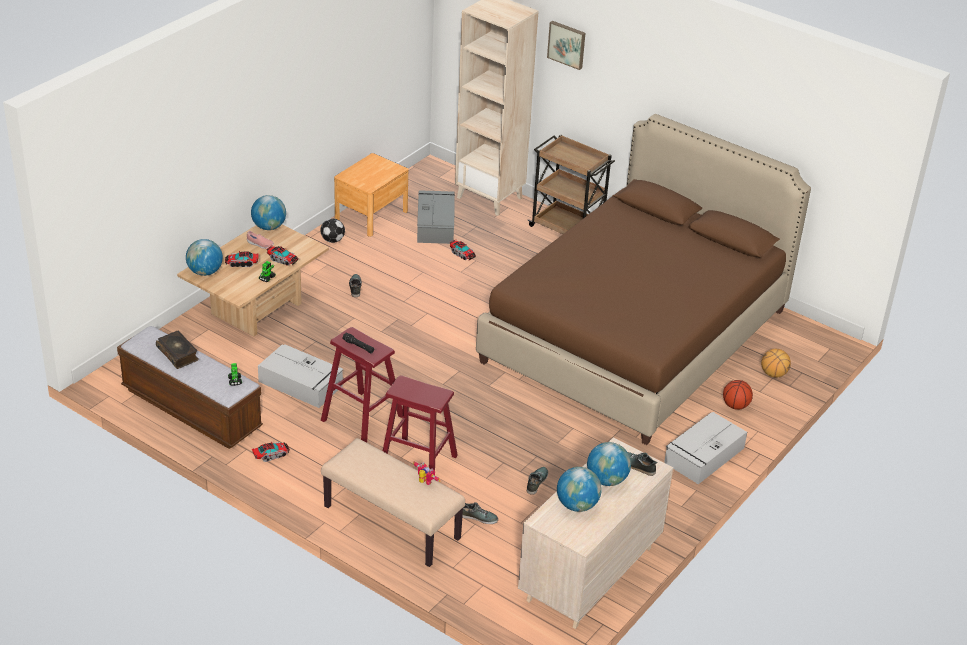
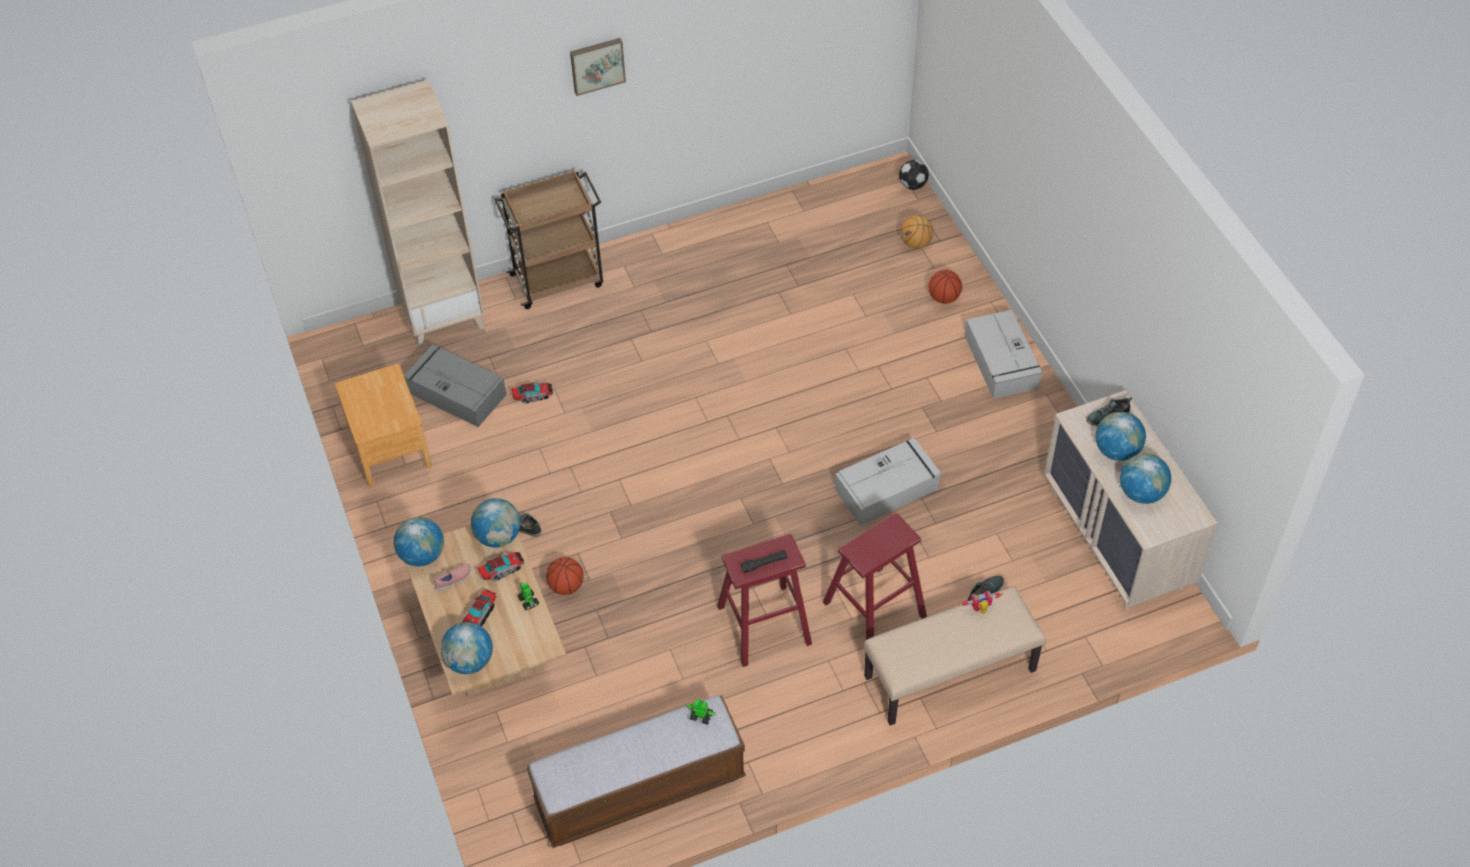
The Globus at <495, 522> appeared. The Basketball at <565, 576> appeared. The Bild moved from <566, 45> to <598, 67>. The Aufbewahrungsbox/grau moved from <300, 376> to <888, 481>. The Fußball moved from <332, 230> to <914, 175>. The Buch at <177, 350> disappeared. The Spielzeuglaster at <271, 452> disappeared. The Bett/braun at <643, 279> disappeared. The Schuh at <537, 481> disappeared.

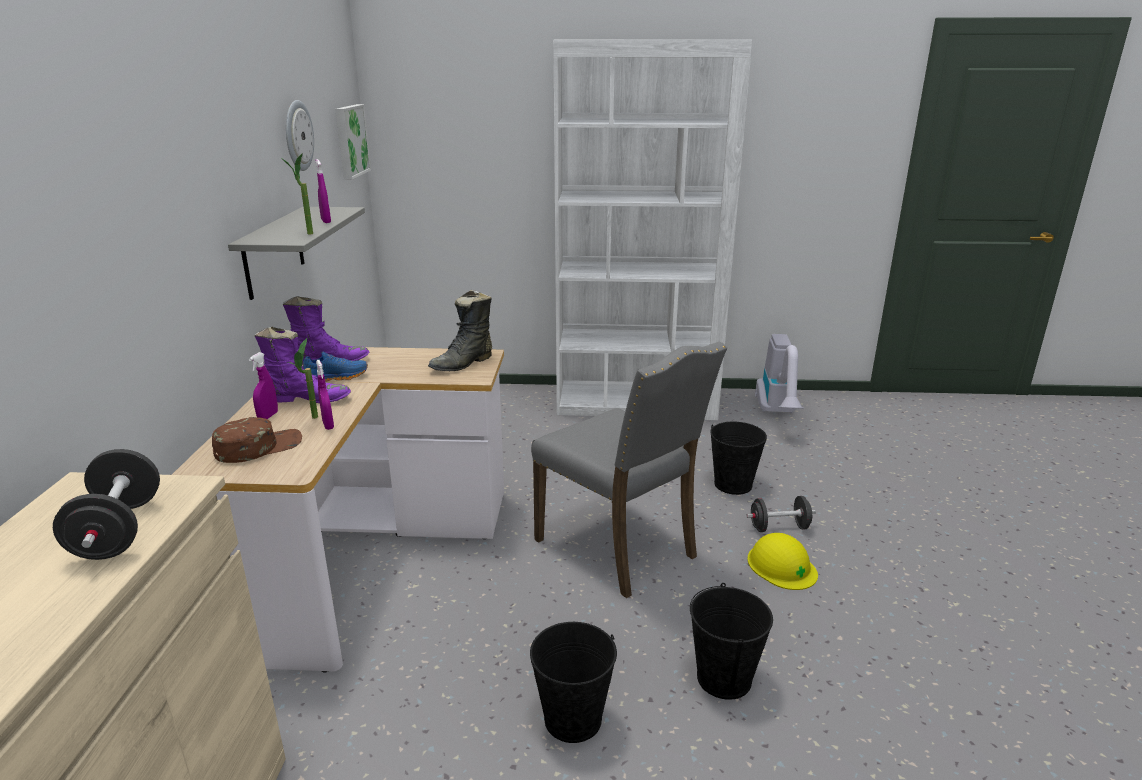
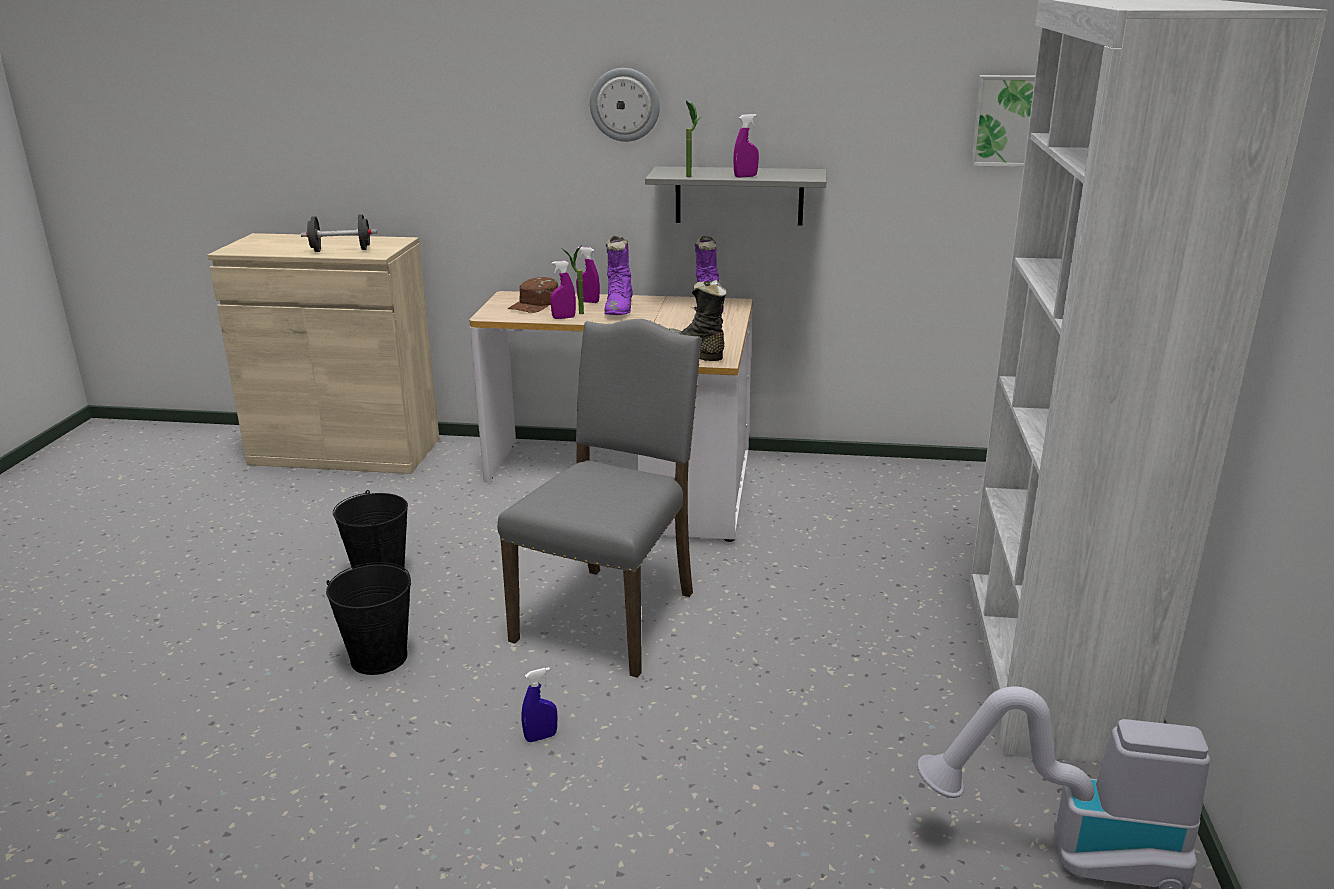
The Stuhl/grau at <629, 470> turned 150 degrees clockwise. The Kappe/braun at <257, 440> turned 60 degrees clockwise. The Schutzhelm/gelb at <782, 561> was replaced by the Sprühflasche/blau at <539, 704>. The Wanduhr moved from <300, 135> to <625, 105>. The Schuh/blau at <335, 366> disappeared. The Eimer/schwarz at <738, 458> disappeared. The Hantel/schwarz at <781, 514> disappeared.

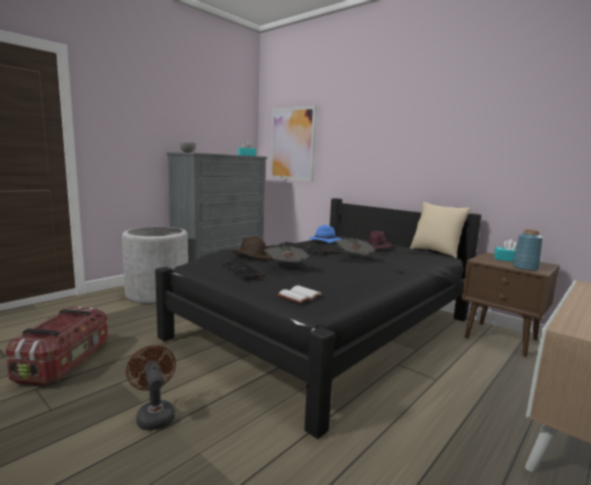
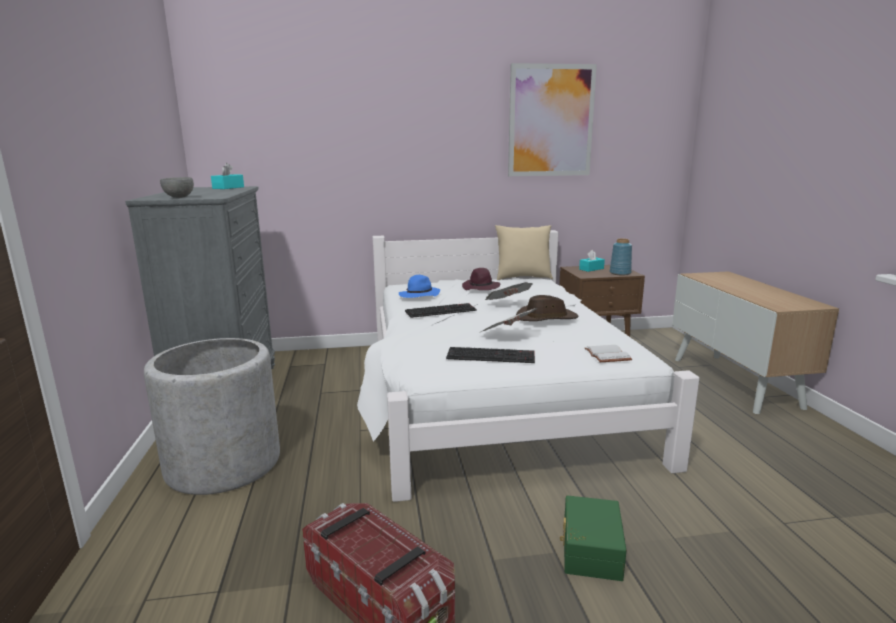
The Bett/schwarz at <318, 318> became the Bett/weiß at <528, 366>. The Bild moved from <293, 143> to <552, 119>. The Hut/braun moved from <251, 248> to <547, 308>. The Ventilator/braun at <151, 388> was replaced by the Aufbewahrungsbox/grün at <593, 538>.

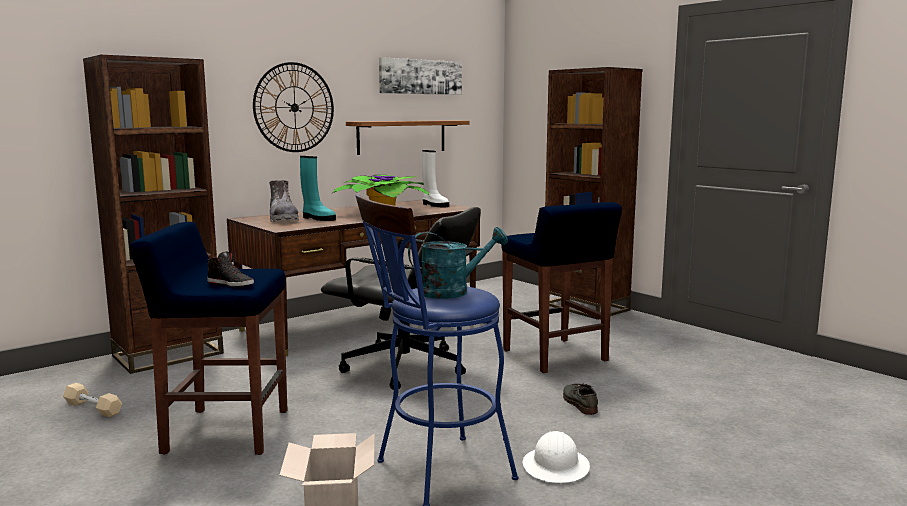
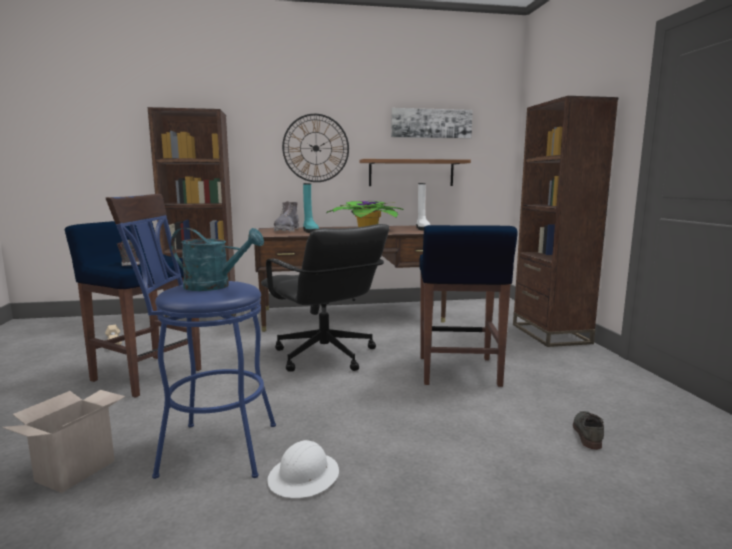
The Schuh/grau moved from <580, 399> to <588, 430>.

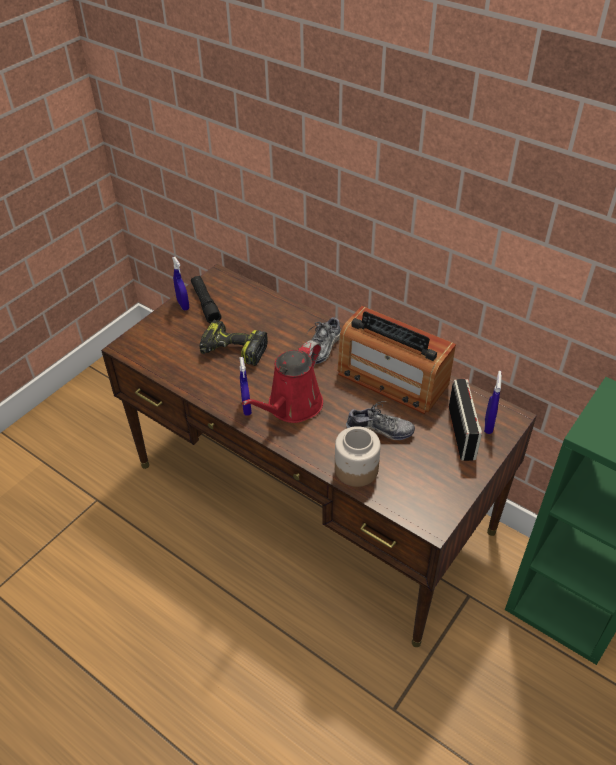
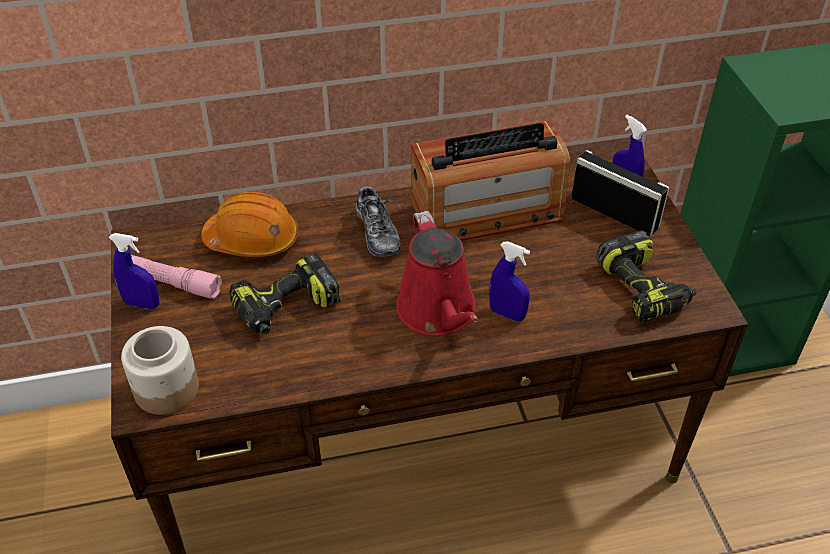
The Vorratsglas moved from <358, 456> to <160, 370>. The Taschenlampe/schwarz at <206, 300> became the Taschenlampe/rosa at <176, 277>. The Schutzhelm/orange at <249, 224> appeared. The Sprühflasche/blau moved from <246, 386> to <509, 281>. The Bohrmaschine at <646, 276> appeared. The Schuh at <380, 420> disappeared.

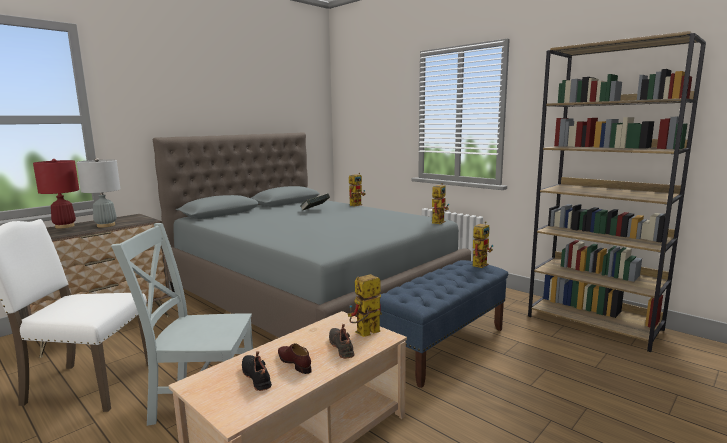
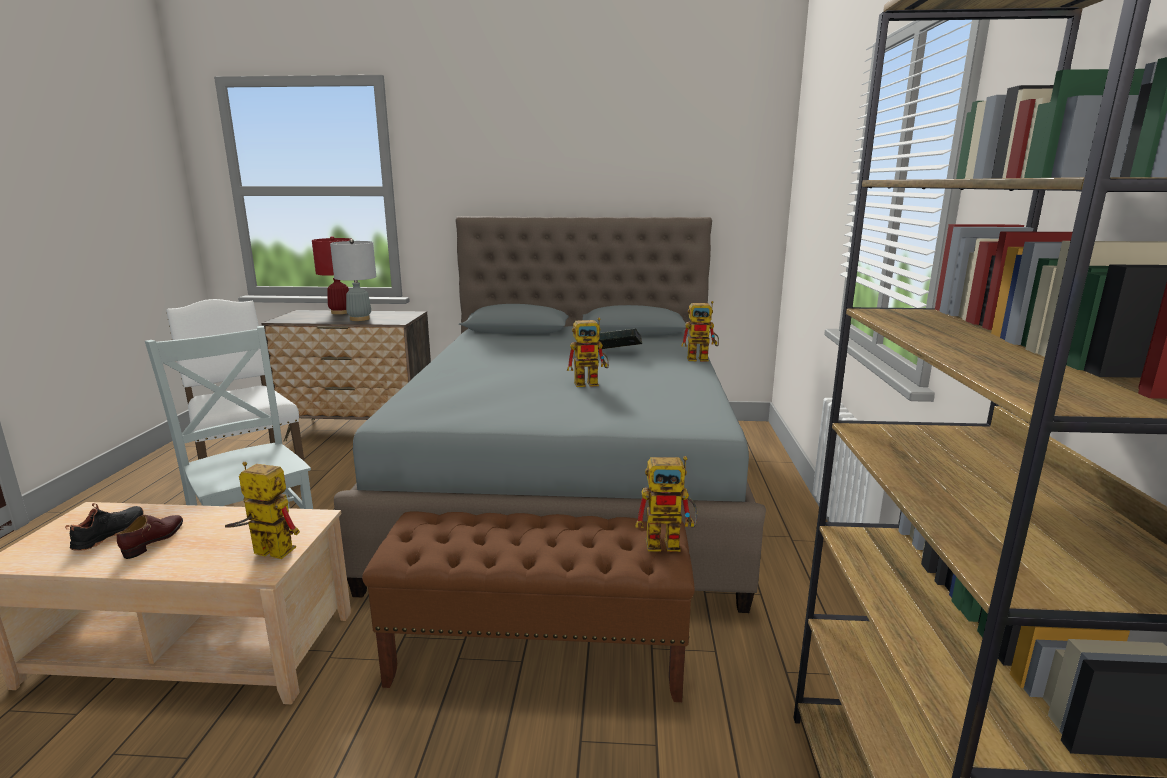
The Bank/blau at <444, 324> became the Bank/braun at <528, 606>. The Spielzeugroboter moved from <440, 203> to <588, 352>. The Schuh/schwarz at <341, 341> disappeared.

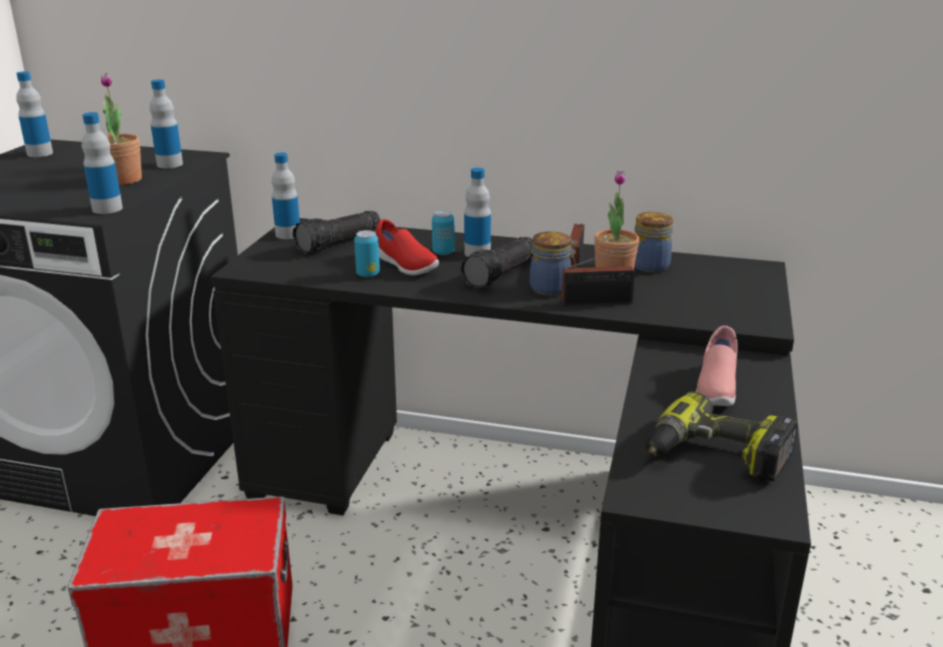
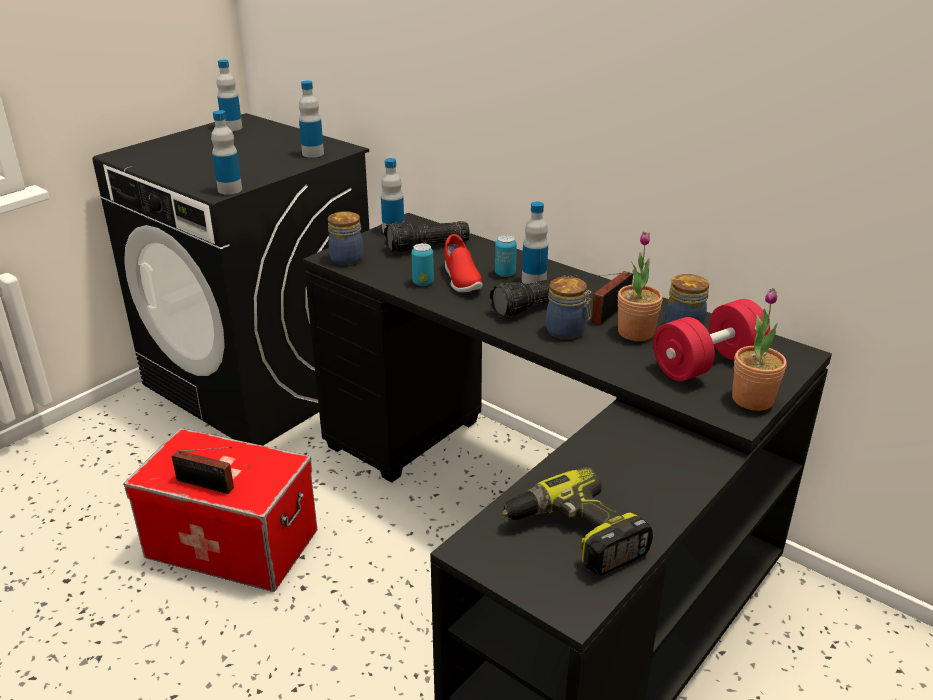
The Radio moved from <603, 273> to <203, 470>. The Vorratsglas at <346, 238> appeared. The Hantel/rot at <712, 340> appeared. The Topfpflanze moved from <121, 129> to <759, 349>. The Schuh/rosa at <717, 366> disappeared.

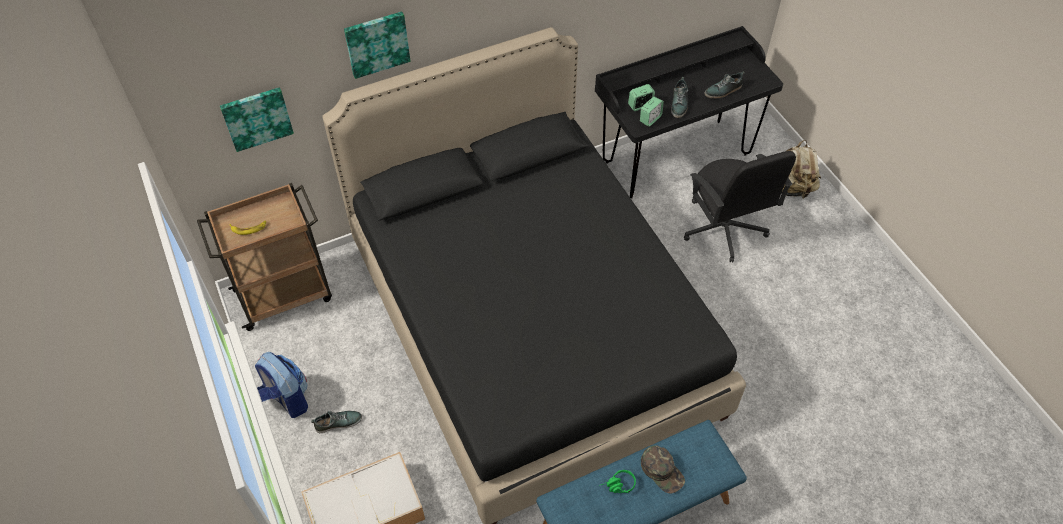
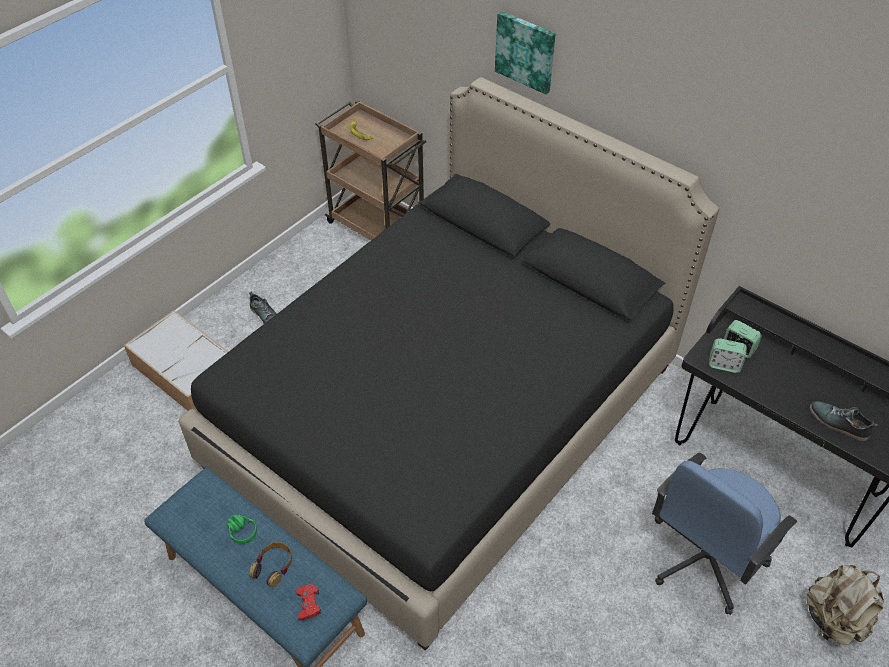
The Kappe/grün at <663, 469> was replaced by the Kopfhörer at <270, 564>. The Gamepad/rot at <308, 602> appeared. The Bürostuhl/schwarz at <740, 207> became the Bürostuhl/blau at <724, 534>. The Bild at <257, 119> disappeared. The Rucksack at <281, 385> disappeared. The Schuh at <679, 97> disappeared.

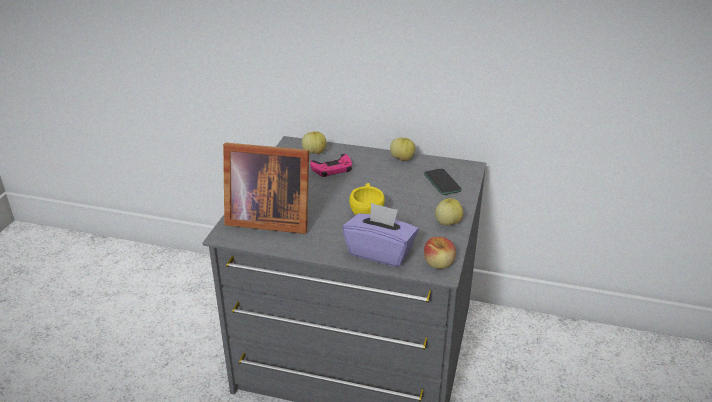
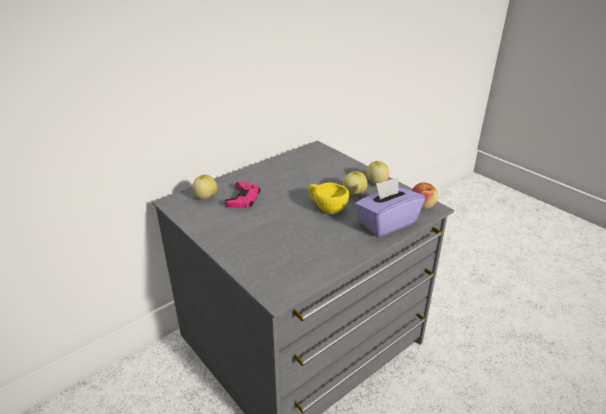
The Apfel moved from <402, 149> to <355, 183>. The Bilderrahmen at <266, 188> disappeared. The Handy at <443, 181> disappeared.

